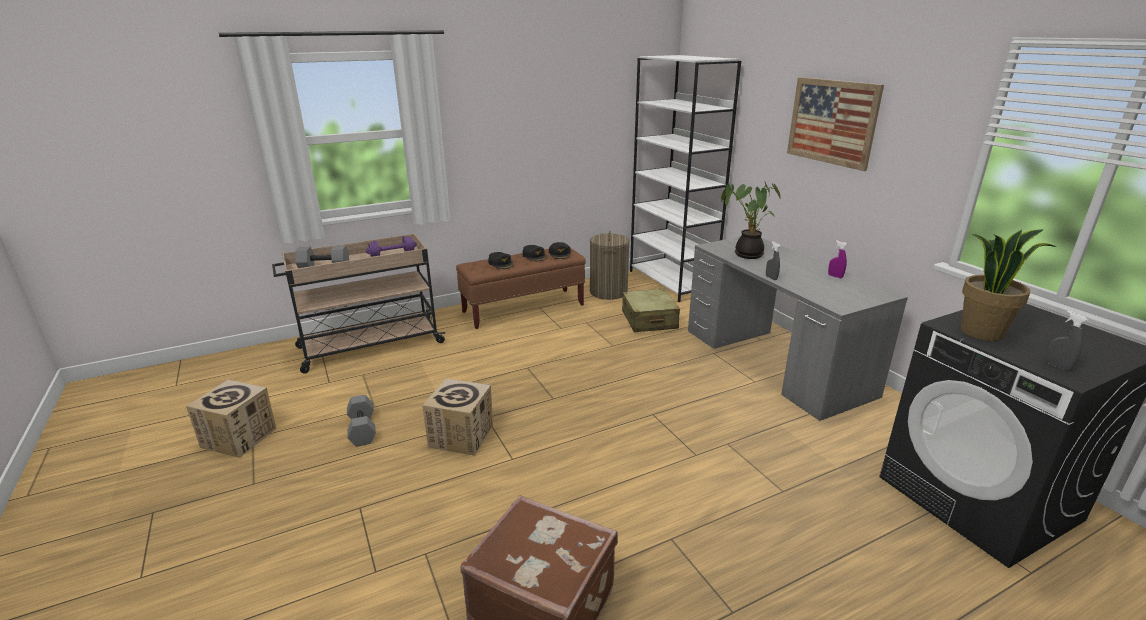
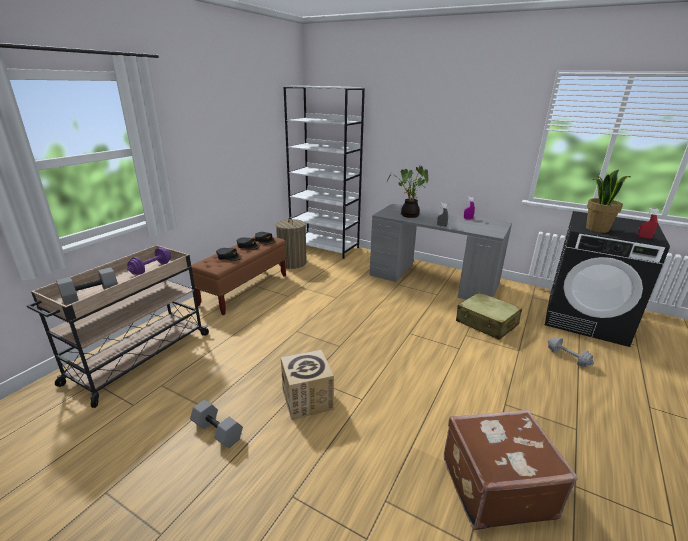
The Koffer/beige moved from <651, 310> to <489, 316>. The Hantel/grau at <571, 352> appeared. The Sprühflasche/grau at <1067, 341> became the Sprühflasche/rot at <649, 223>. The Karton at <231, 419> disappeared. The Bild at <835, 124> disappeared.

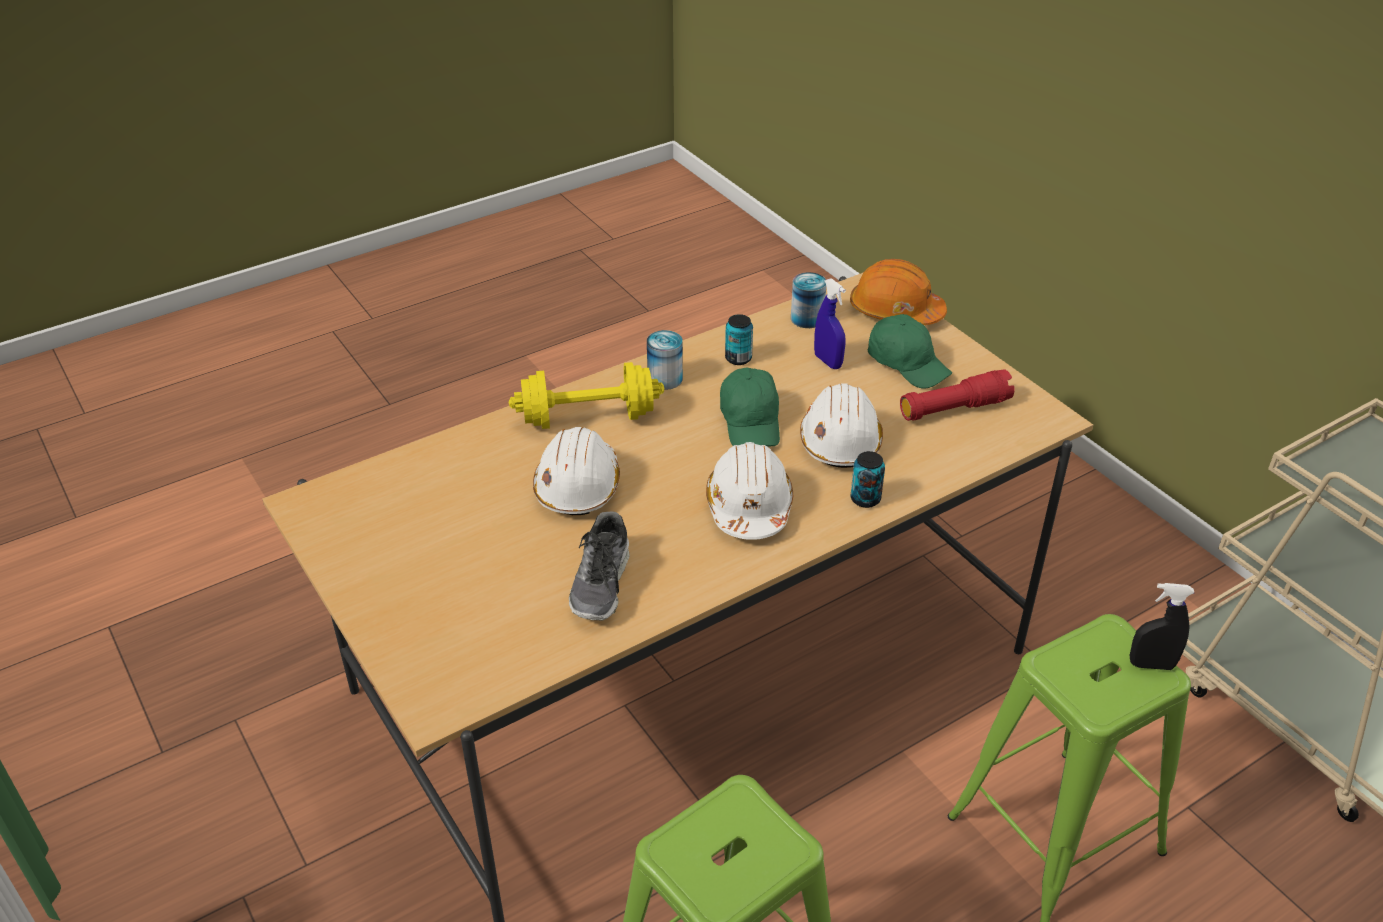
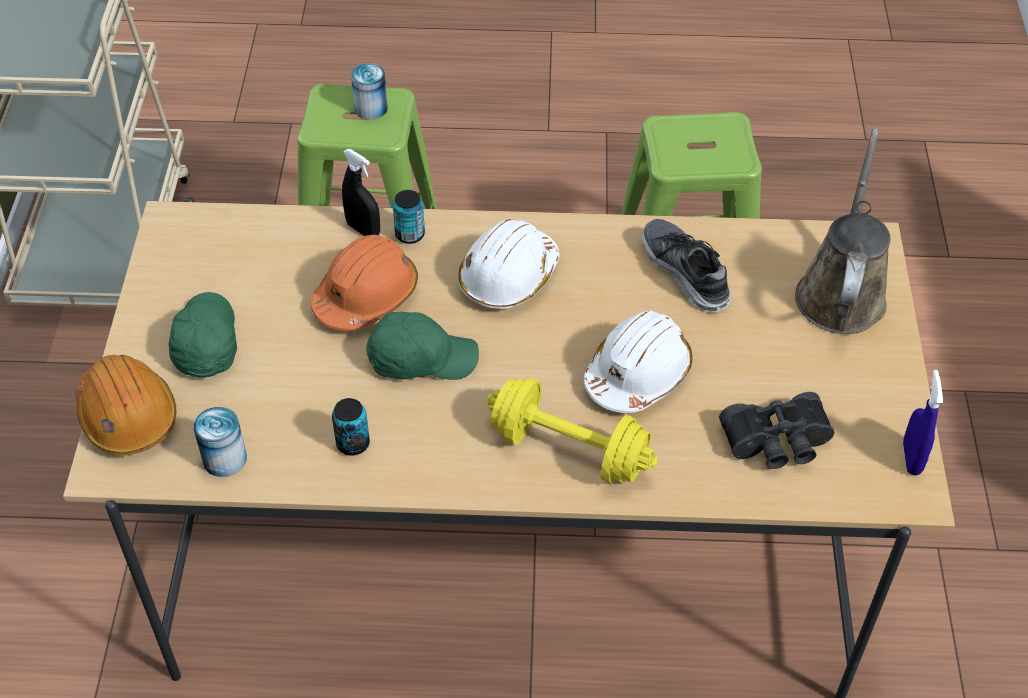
The Schutzhelm/weiß at <841, 425> became the Schutzhelm/orange at <364, 283>. The Sprühflasche/schwarz moved from <1162, 626> to <361, 192>. The Dose moved from <665, 360> to <369, 91>. The Kappe/grün at <750, 407> turned 60 degrees clockwise. The Schuh at <599, 565> turned 75 degrees counterclockwise. The Fernglas/schwarz at <776, 430> appeared. The Gießkanne/braun at <842, 231> appeared. The Sprühflasche/blau moved from <830, 323> to <923, 423>. The Taschenlampe/rot at <957, 395> disappeared.

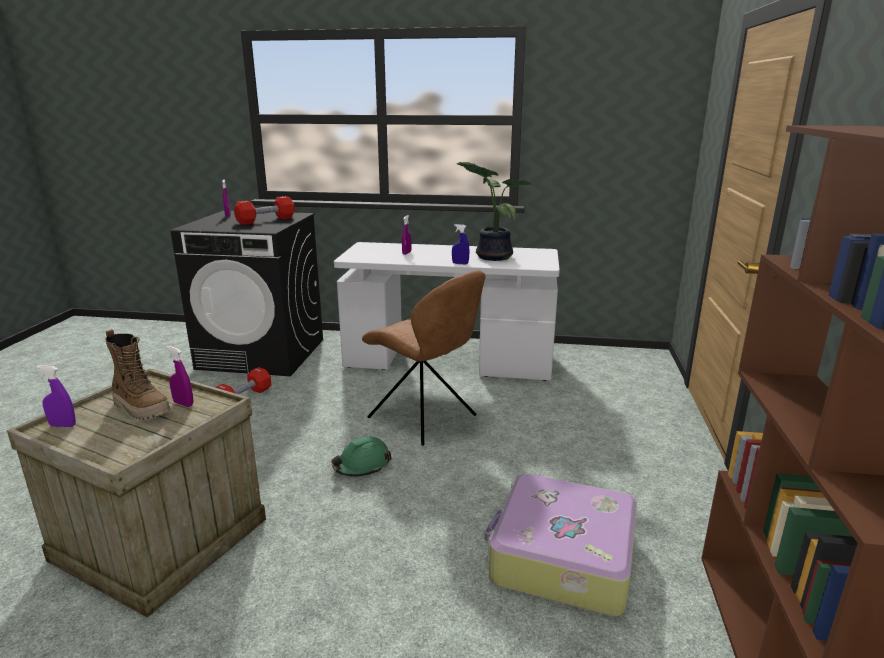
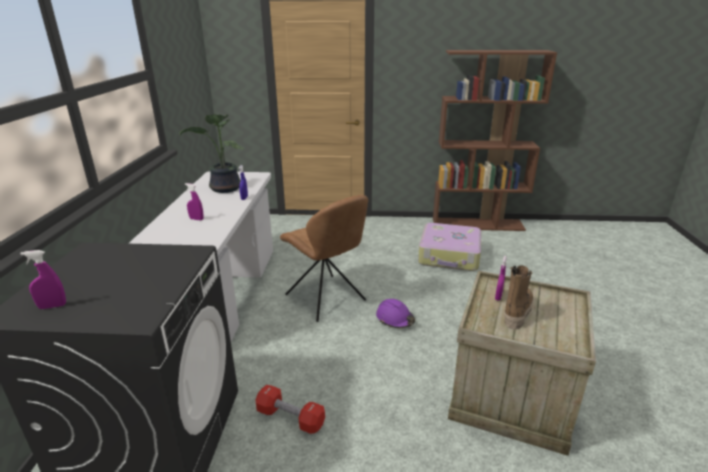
The Stuhl/braun at <423, 358> turned 105 degrees clockwise. The Schutzhelm/grün at <361, 456> became the Schutzhelm/lila at <395, 313>. The Sprühflasche/lila at <56, 396> disappeared. The Hantel/rot at <264, 210> disappeared.

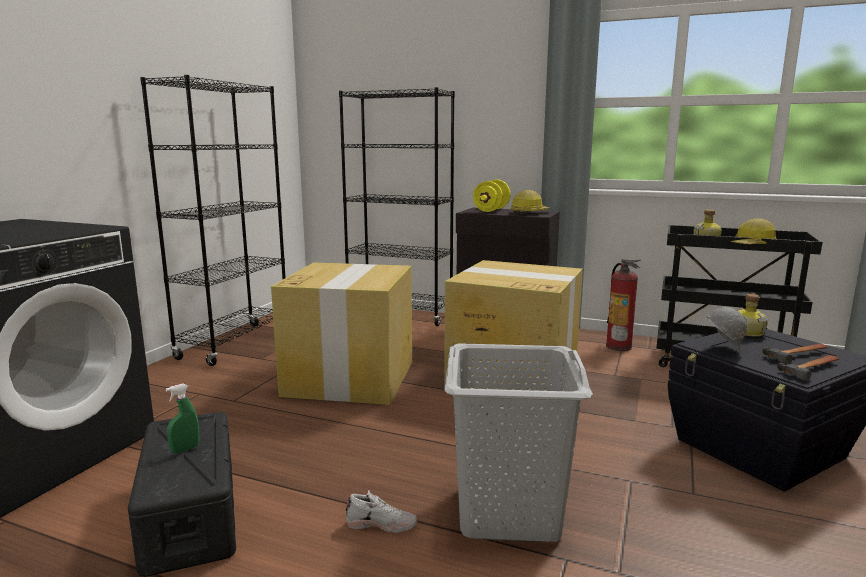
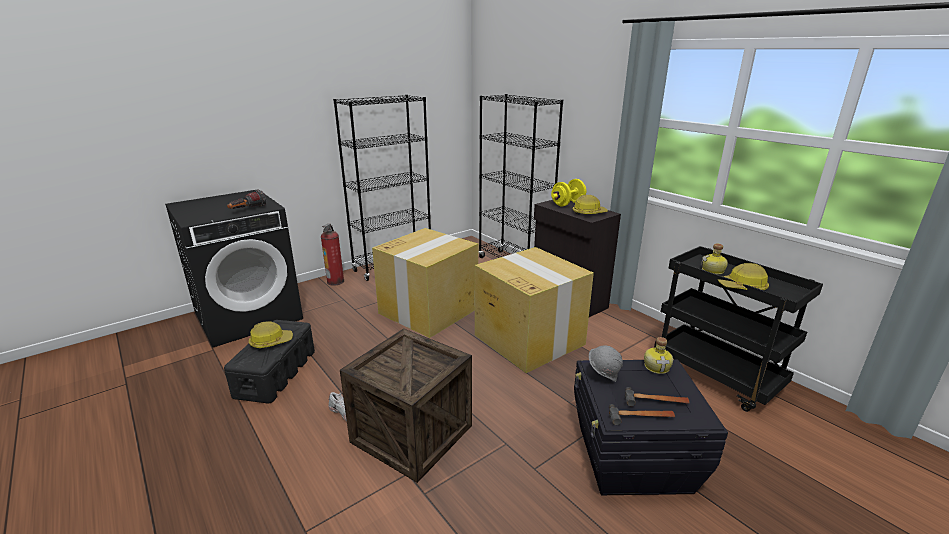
The Taschenlampe at <246, 199> appeared. The Sprühflasche/grün at <182, 419> was replaced by the Schutzhelm at <271, 334>. The Feuerlöscher moved from <623, 305> to <332, 255>. The Wäschekorb/grau at <518, 442> was replaced by the Kiste at <406, 405>.

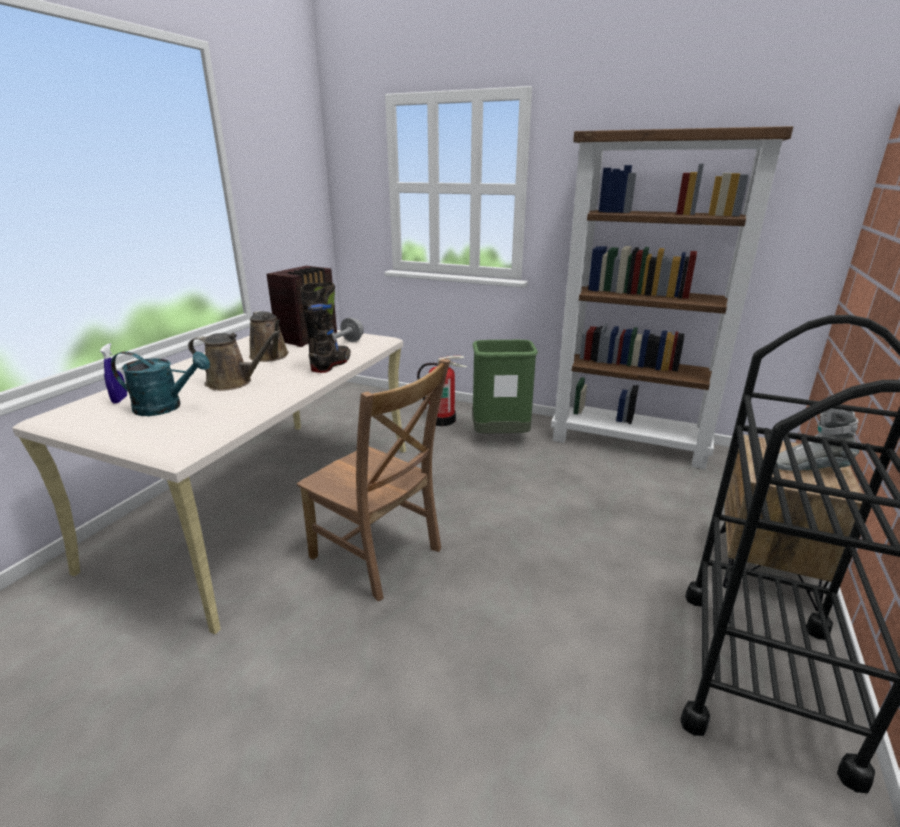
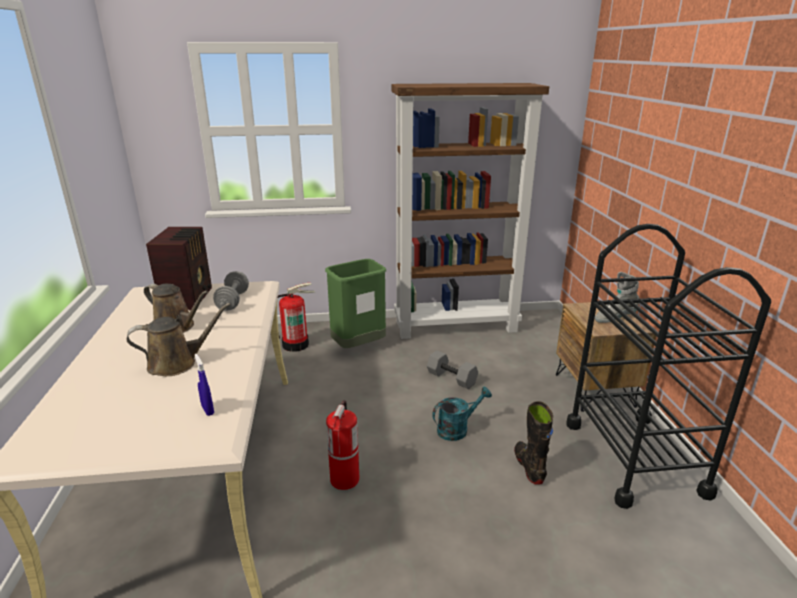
The Sprühflasche/blau moved from <113, 373> to <204, 385>. The Stuhl/braun at <374, 480> was replaced by the Feuerlöscher at <342, 445>. The Hantel/grau at <452, 370> appeared. The Gießkanne/türkis moved from <160, 383> to <462, 414>. The Stiefel/schwarz moved from <326, 328> to <533, 443>.

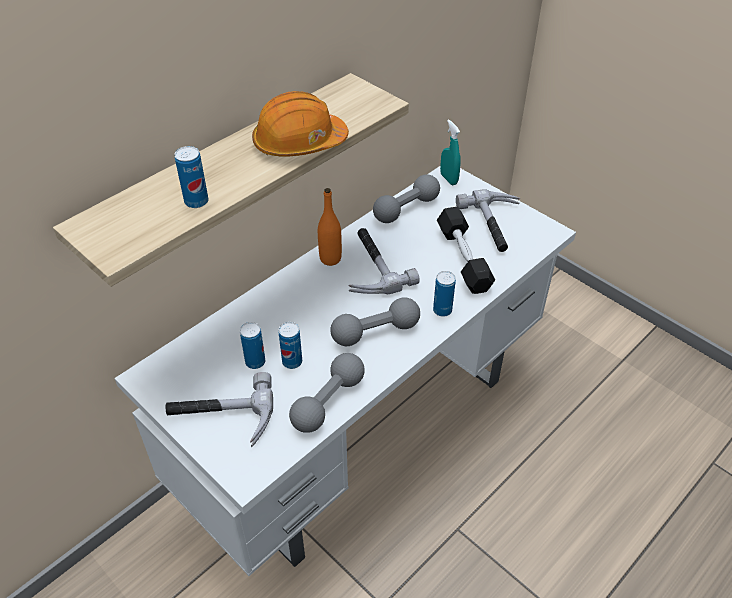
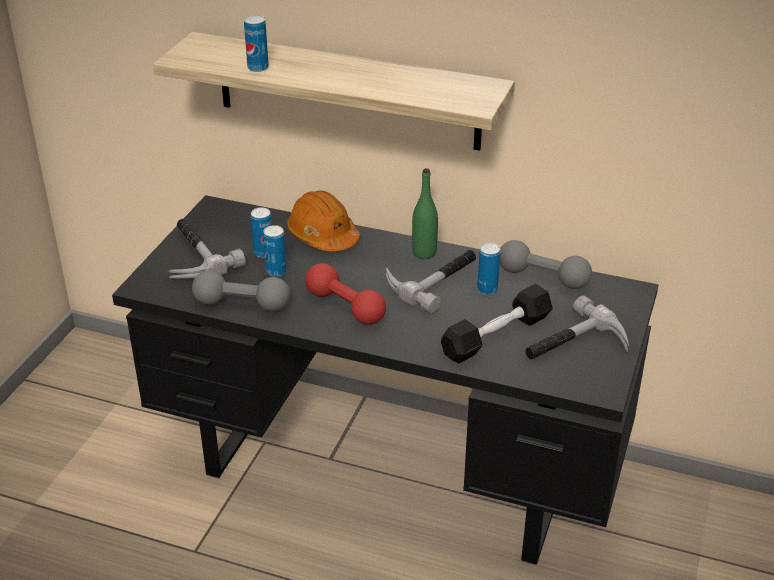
The Schreibtisch/weiß at <345, 371> became the Schreibtisch/schwarz at <385, 380>. The Schutzhelm/orange moved from <300, 124> to <323, 220>. The Hantel/grau at <375, 321> became the Hantel/rot at <345, 294>. The Flasche/orange at <330, 227> became the Flasche/grün at <425, 213>. The Dose moved from <444, 294> to <489, 268>. The Sprühflasche/türkis at <450, 152> disappeared.

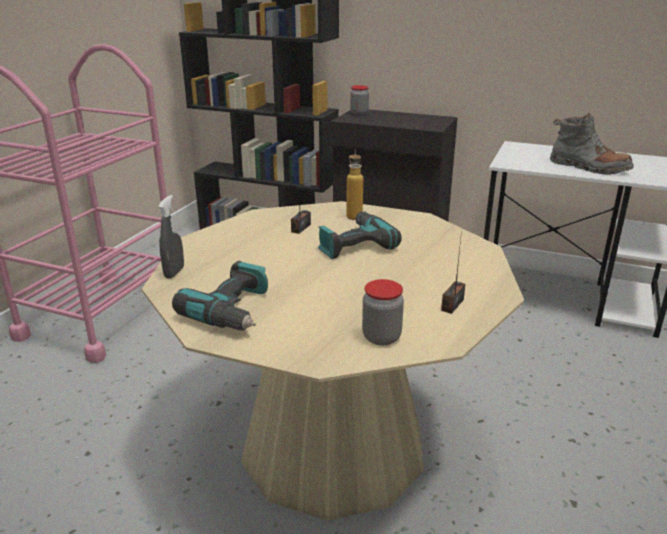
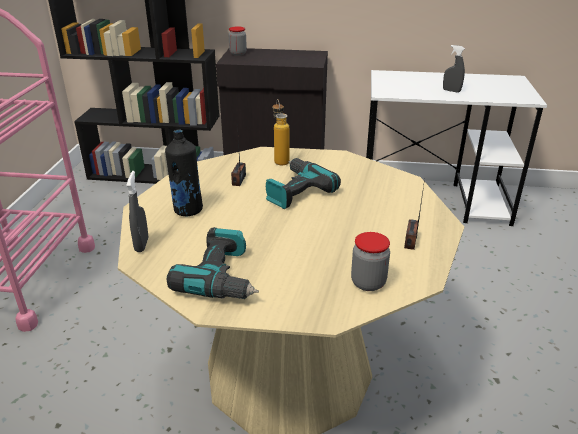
The Flasche/schwarz at <184, 172> appeared. The Stiefel/grau at <592, 143> was replaced by the Sprühflasche/grau at <454, 68>.

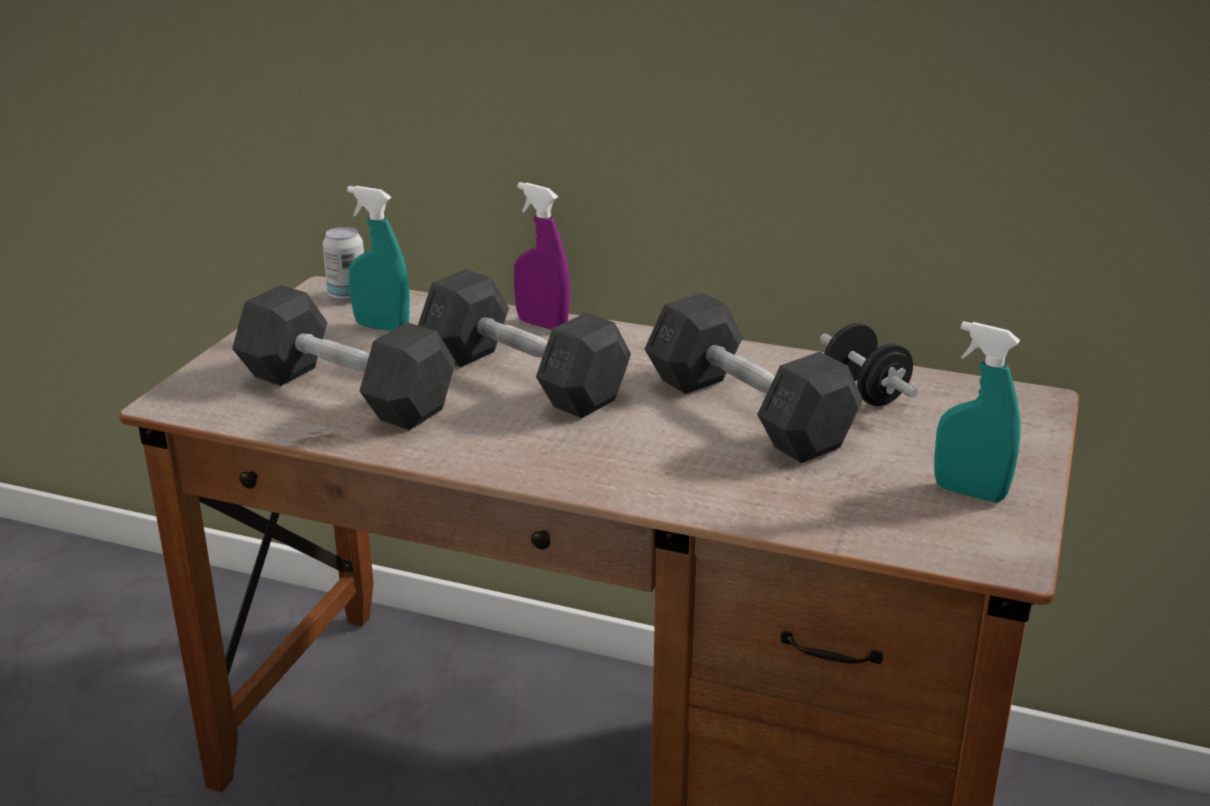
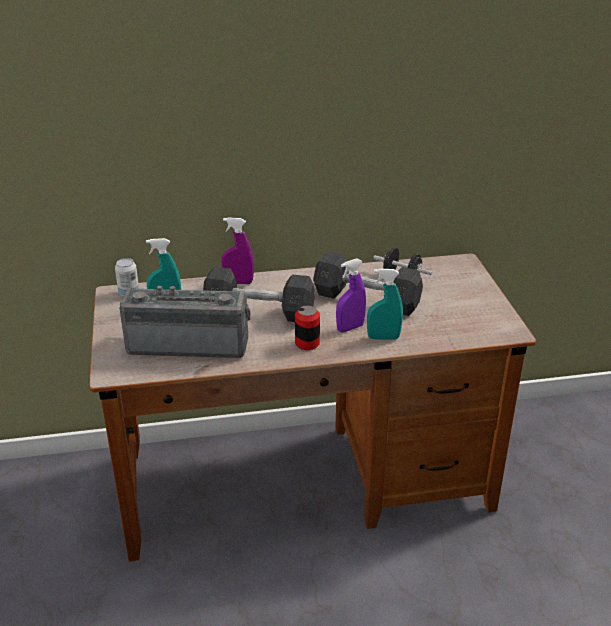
The Hantel/grau at <343, 357> was replaced by the Radio at <185, 322>. The Dose at <307, 328> appeared. The Sprühflasche/lila at <351, 295> appeared. The Sprühflasche/türkis moved from <977, 412> to <385, 304>.

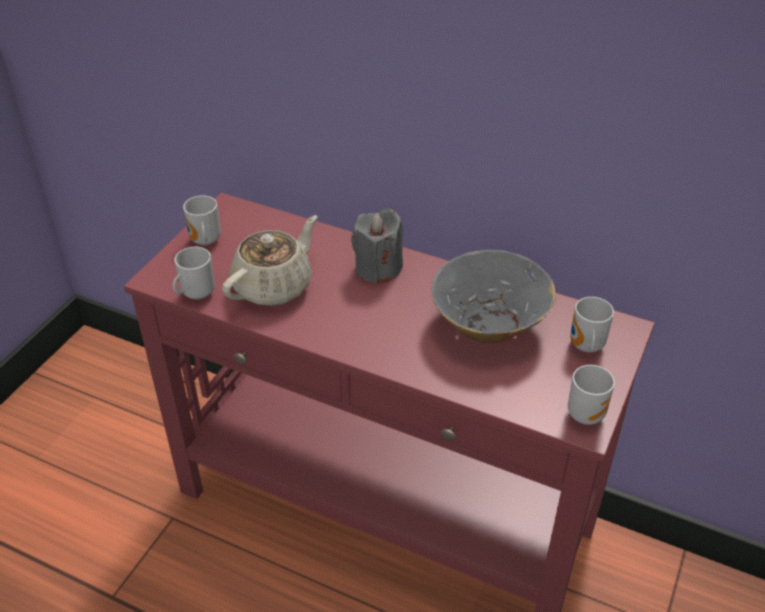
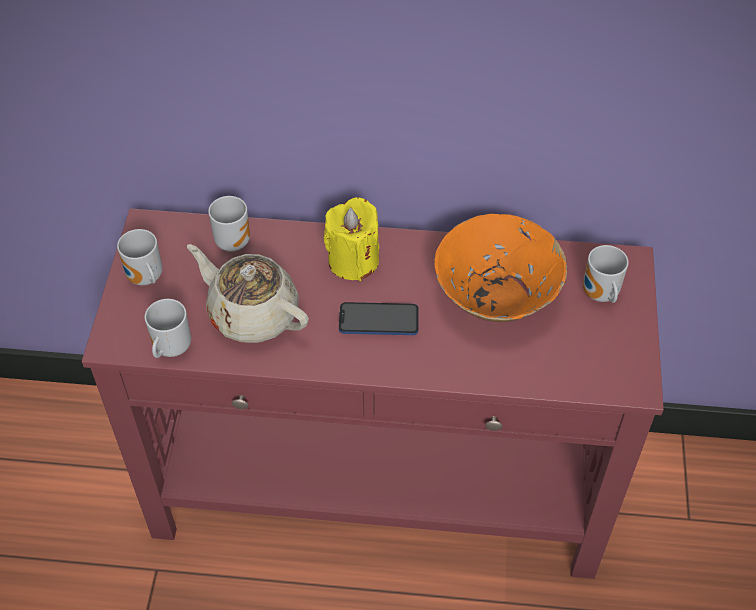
The Teekanne/beige at <269, 260> turned 75 degrees counterclockwise. The Henkelbecher moved from <591, 395> to <229, 223>. The Kerze/grau at <377, 246> became the Kerze/gelb at <351, 239>. The Handy at <379, 318> appeared. The Schüssel/grau at <493, 297> became the Schüssel/orange at <501, 268>.

